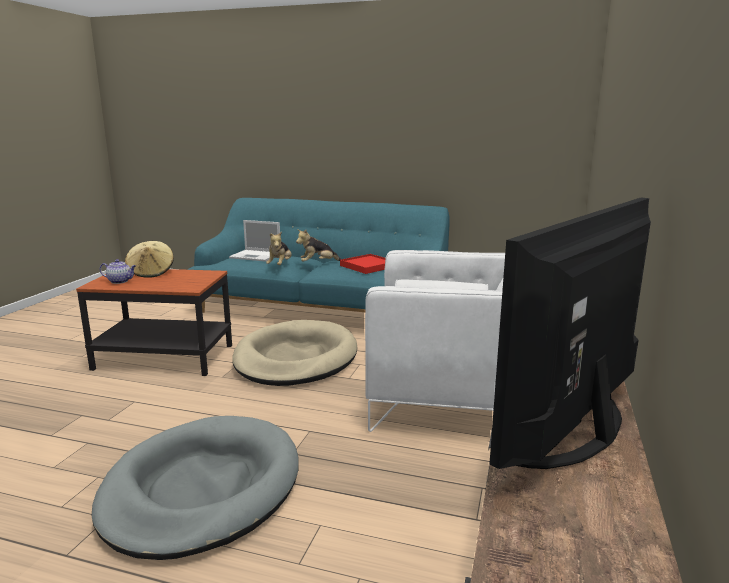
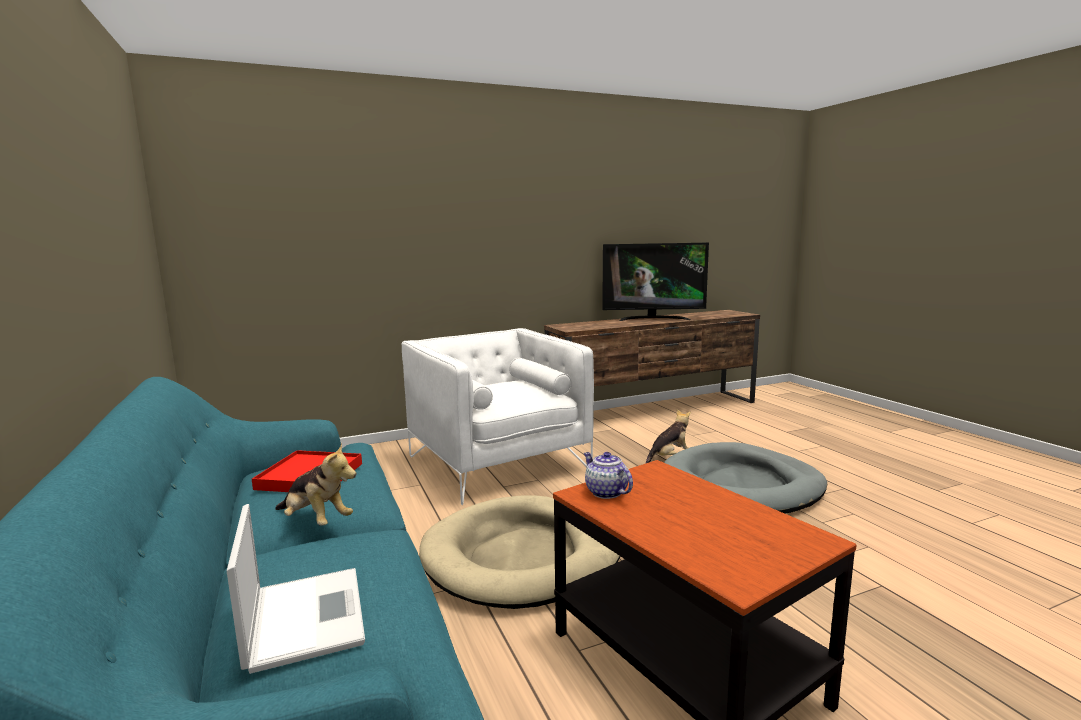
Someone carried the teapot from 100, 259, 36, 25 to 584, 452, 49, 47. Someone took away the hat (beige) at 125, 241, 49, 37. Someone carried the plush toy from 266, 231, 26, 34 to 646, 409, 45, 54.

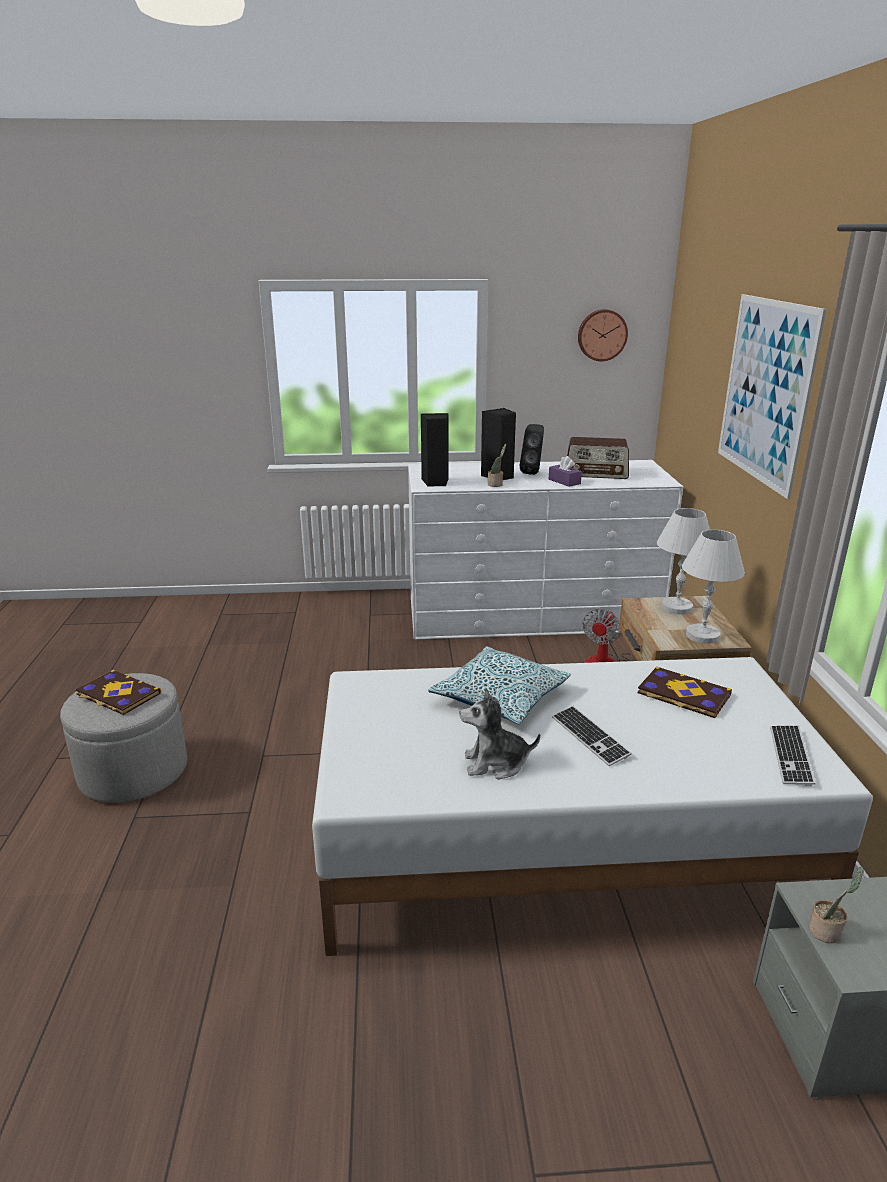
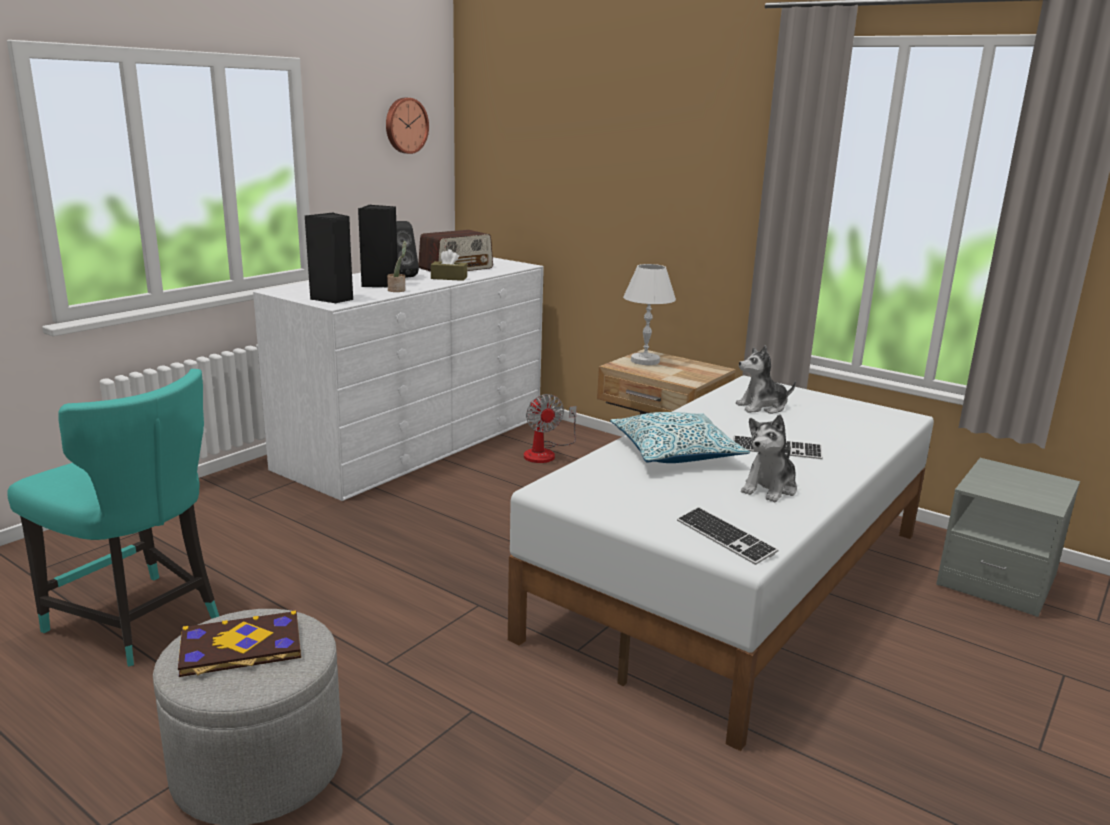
Someone repainted the tissue box (purple) at 549, 456, 33, 31, which became the tissue box (brown) at 431, 249, 36, 32. Someone swapped the book at 637, 666, 95, 52 for the plush toy at 736, 346, 60, 68. Someone took away the table lamp (white) at 682, 529, 63, 115. Someone took away the picture at 718, 294, 108, 205. Someone carried the keyboard from 770, 726, 45, 60 to 677, 507, 102, 58. Someone took away the potted plant at 809, 867, 55, 76. Someone put down the chair (turquoise) at 8, 369, 211, 298.

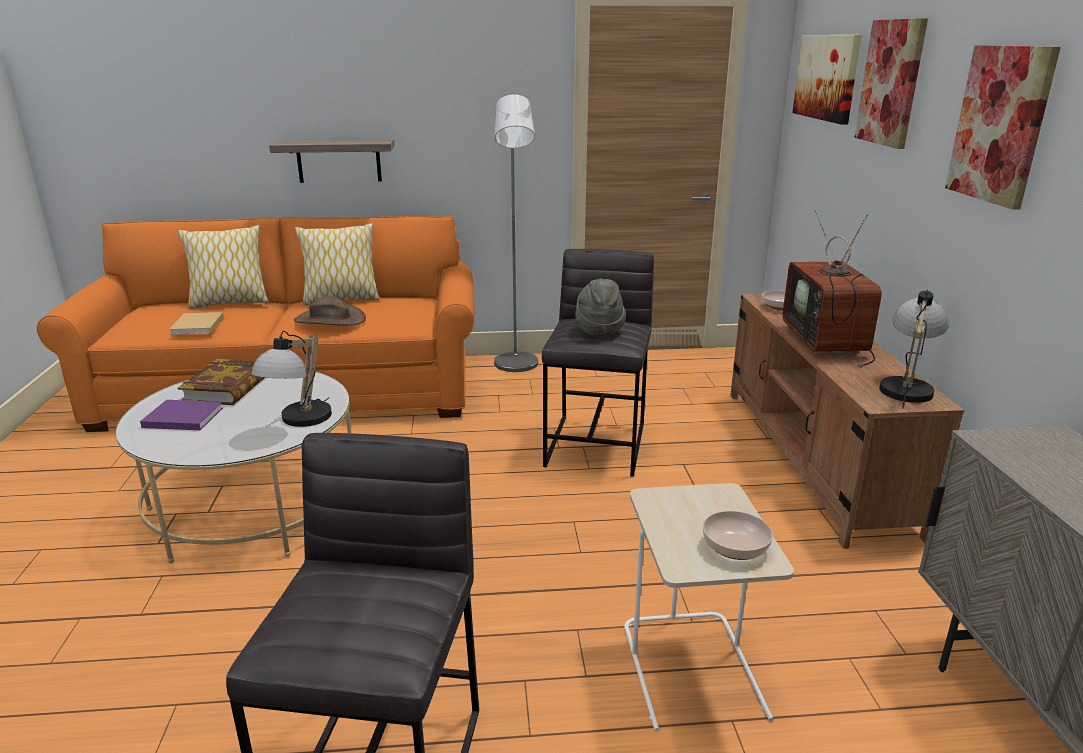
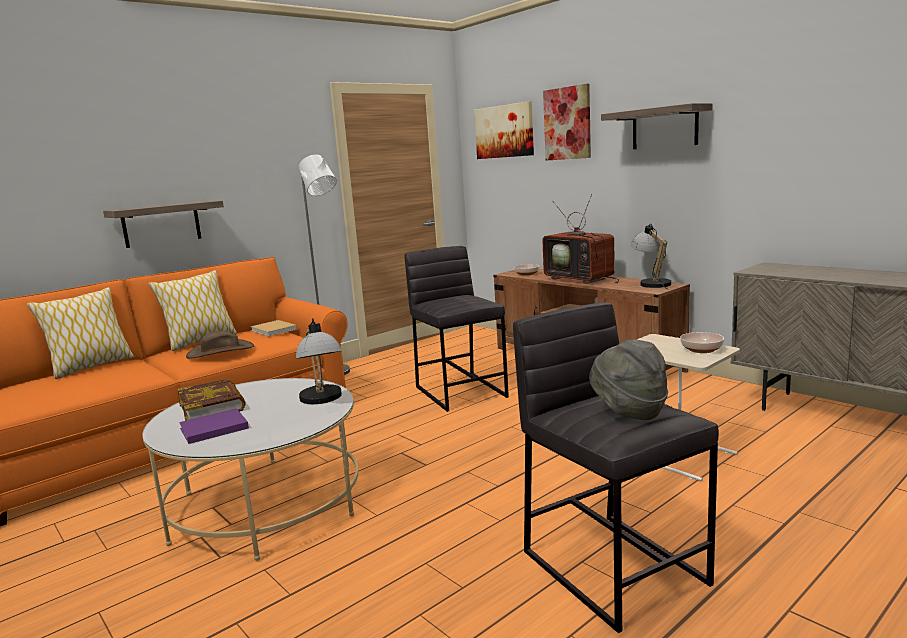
Someone carried the book (beige) from 169, 312, 55, 23 to 250, 320, 47, 17. Someone carried the hat (grey) from 575, 278, 51, 60 to 589, 340, 79, 80. Someone swapped the picture at 945, 45, 116, 165 for the shelf at 601, 103, 112, 46.

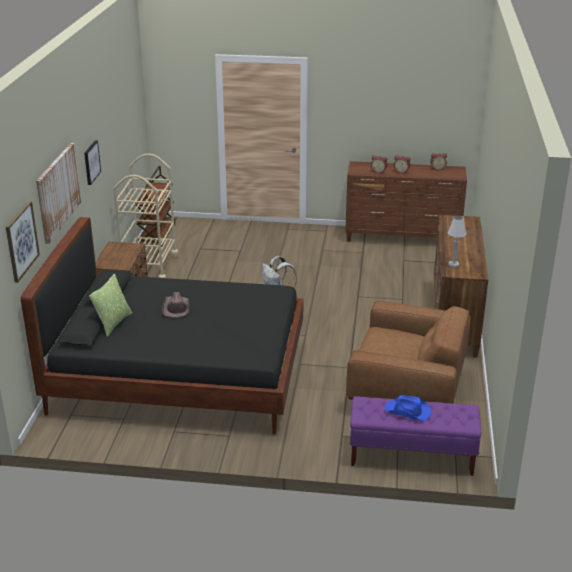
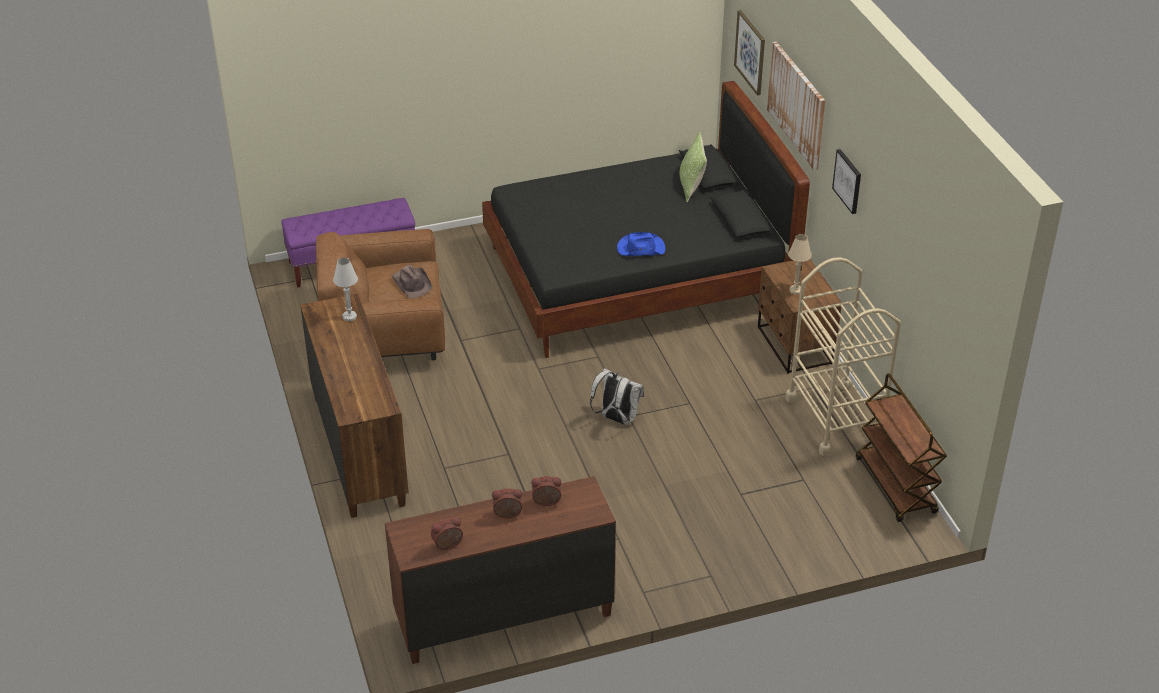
Someone carried the hat (brown) from 162, 292, 27, 25 to 392, 265, 40, 34. Someone carried the hat (blue) from 385, 395, 46, 26 to 617, 232, 48, 24. Someone put down the table lamp (beige) at 788, 234, 23, 61.

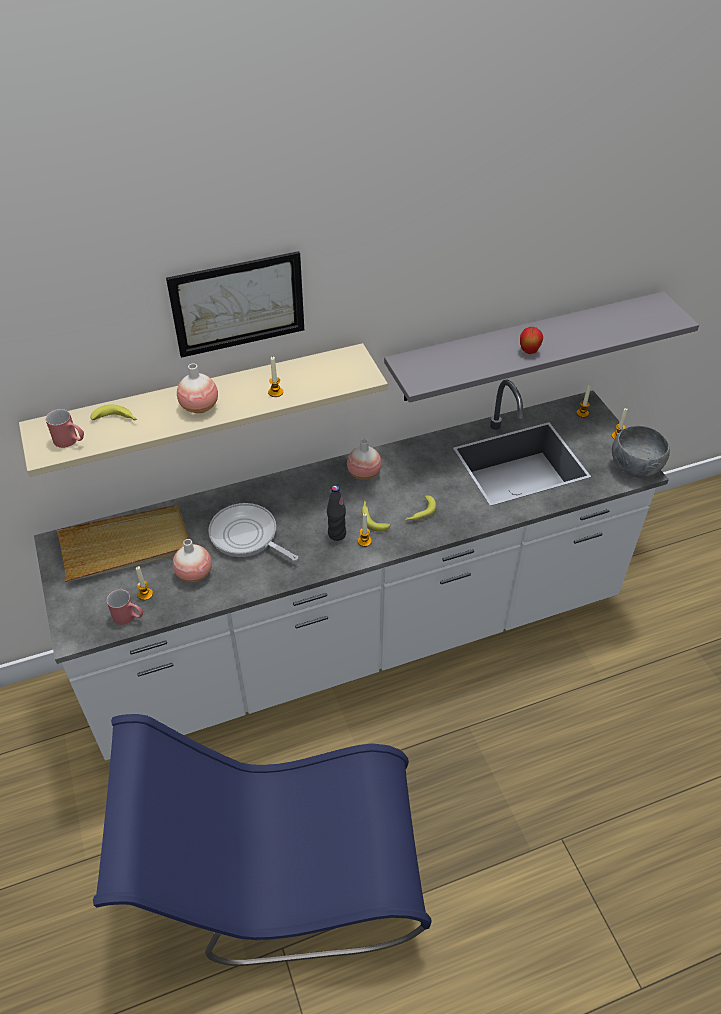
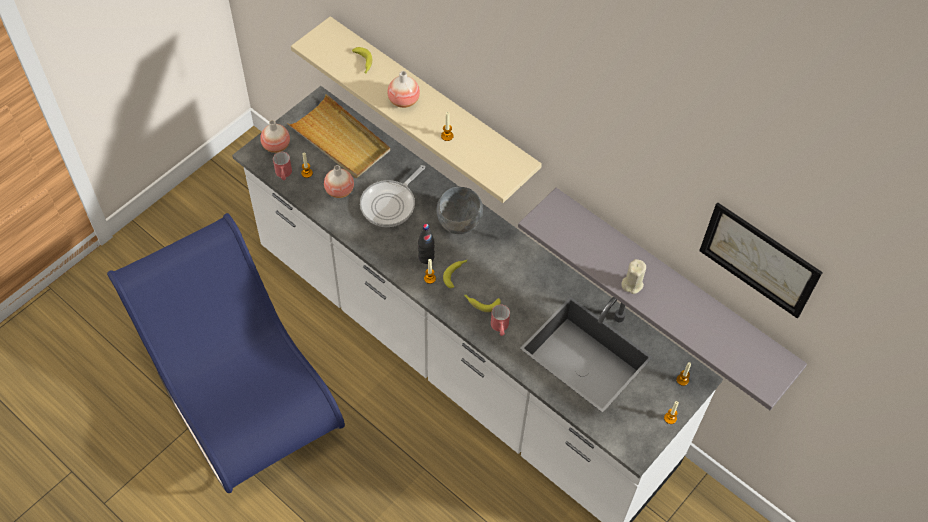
Someone carried the mug (red) from 46, 409, 38, 39 to 491, 304, 19, 32. Someone carried the picture from 166, 251, 138, 107 to 699, 202, 124, 117. Someone rotated the frying pan at 208, 503, 90, 58 by 150 degrees counterclockwise. Someone carried the vase from 347, 439, 35, 41 to 260, 120, 30, 33. Someone swapped the apple at 520, 327, 23, 27 for the candle (beige) at 621, 259, 25, 35. Someone carried the bowl (grey) from 612, 425, 58, 53 to 437, 187, 46, 47.

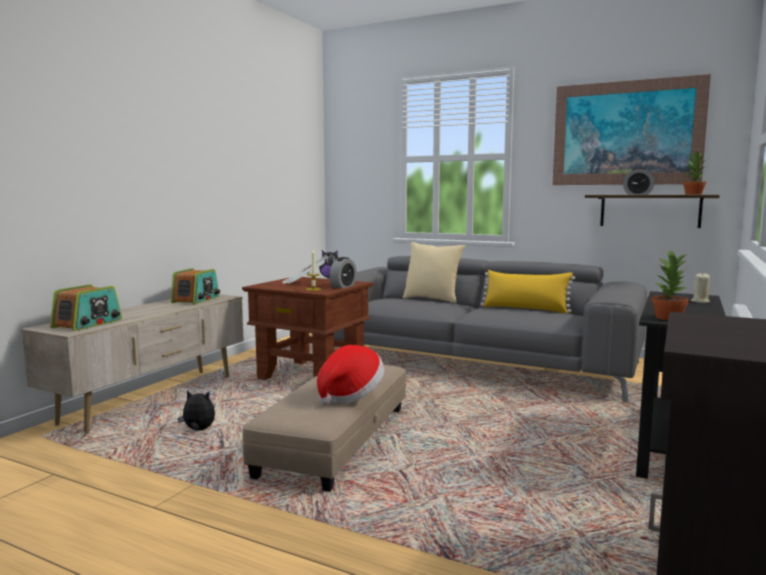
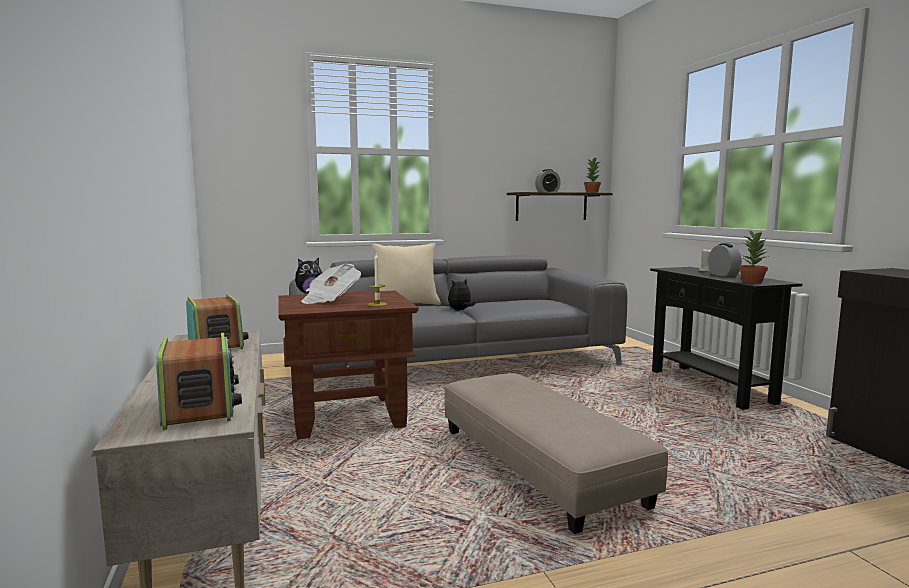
Someone carried the plush toy from 177, 390, 38, 40 to 448, 279, 27, 32. Someone took away the hat at 317, 345, 67, 60. Someone carried the alarm clock from 330, 257, 27, 31 to 708, 243, 34, 34. Someone took away the pillow (yellow) at 481, 270, 94, 44. Someone took away the picture at 552, 74, 159, 111.

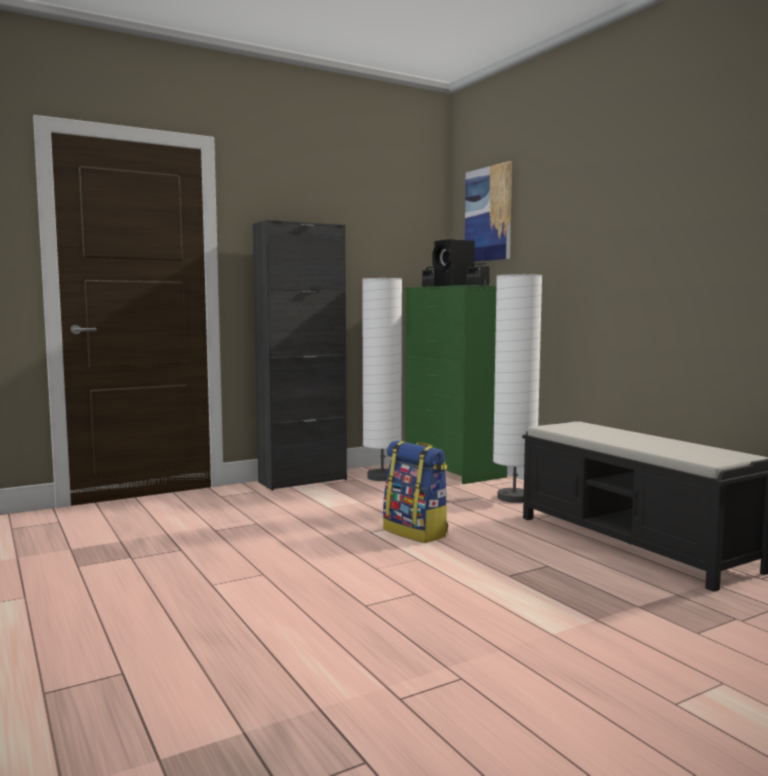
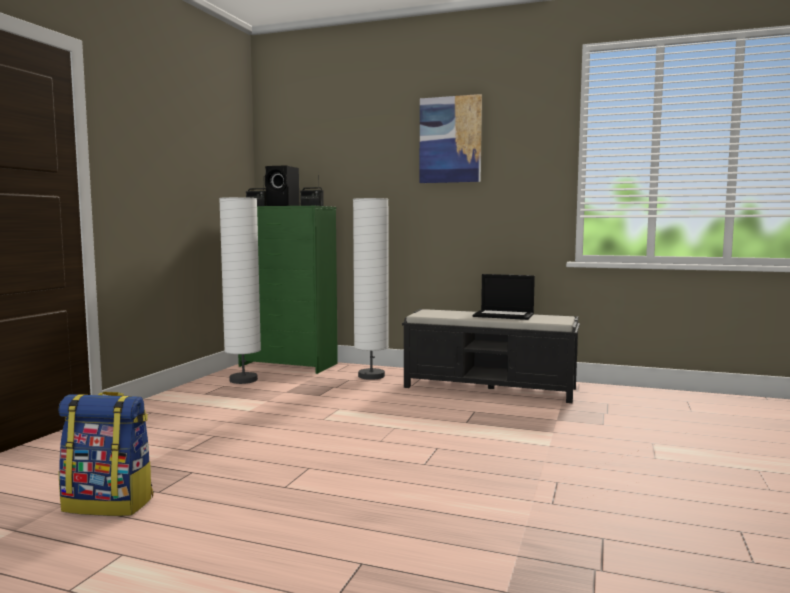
Someone took away the cabinet (black) at 253, 220, 94, 270. Someone carried the backpack from 383, 440, 65, 103 to 59, 392, 94, 124. Someone carried the picture from 465, 161, 47, 101 to 419, 94, 63, 89. Someone put down the laptop at 473, 274, 62, 46.

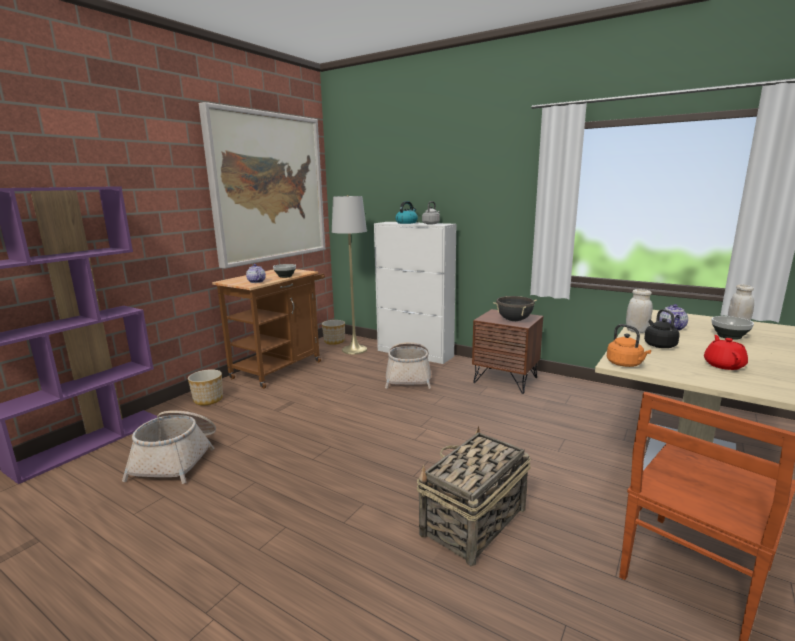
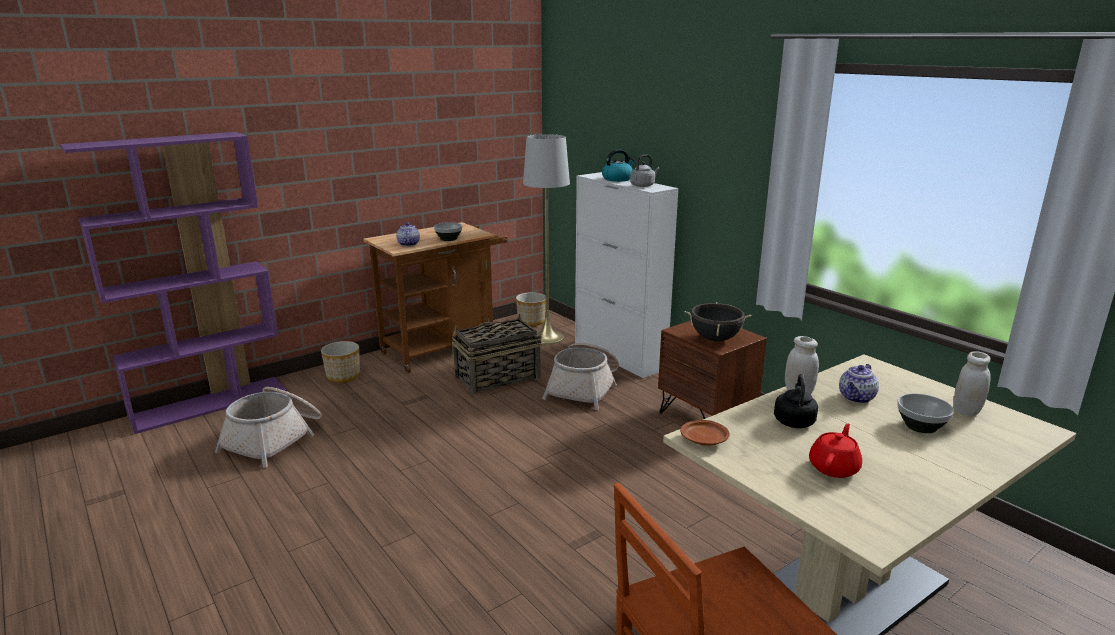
Someone took away the picture at 199, 102, 127, 167. Someone carried the basket from 417, 426, 114, 140 to 451, 313, 91, 82. Someone swapped the kettle (orange) at 607, 324, 44, 43 for the plate (brown) at 680, 420, 50, 26.

